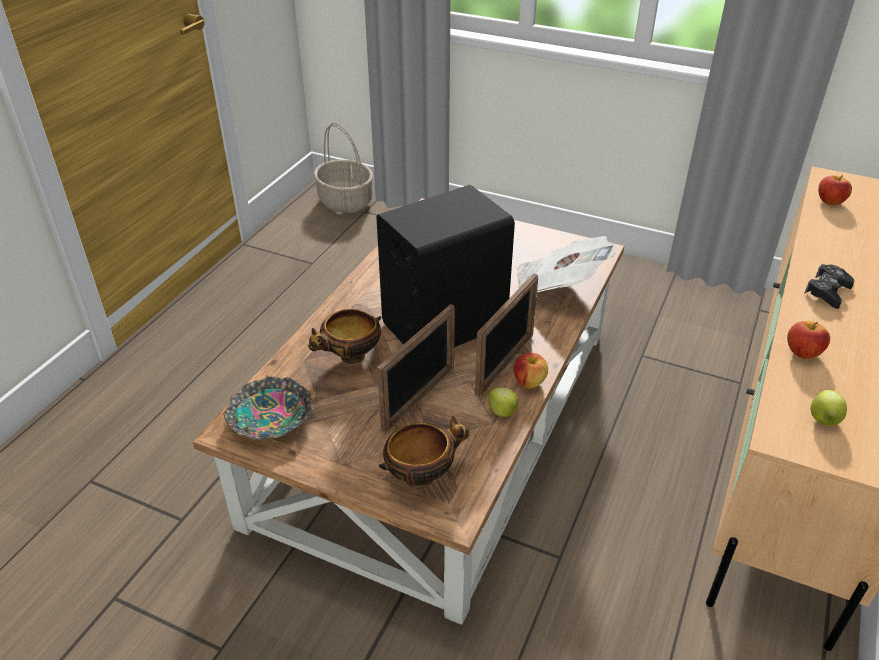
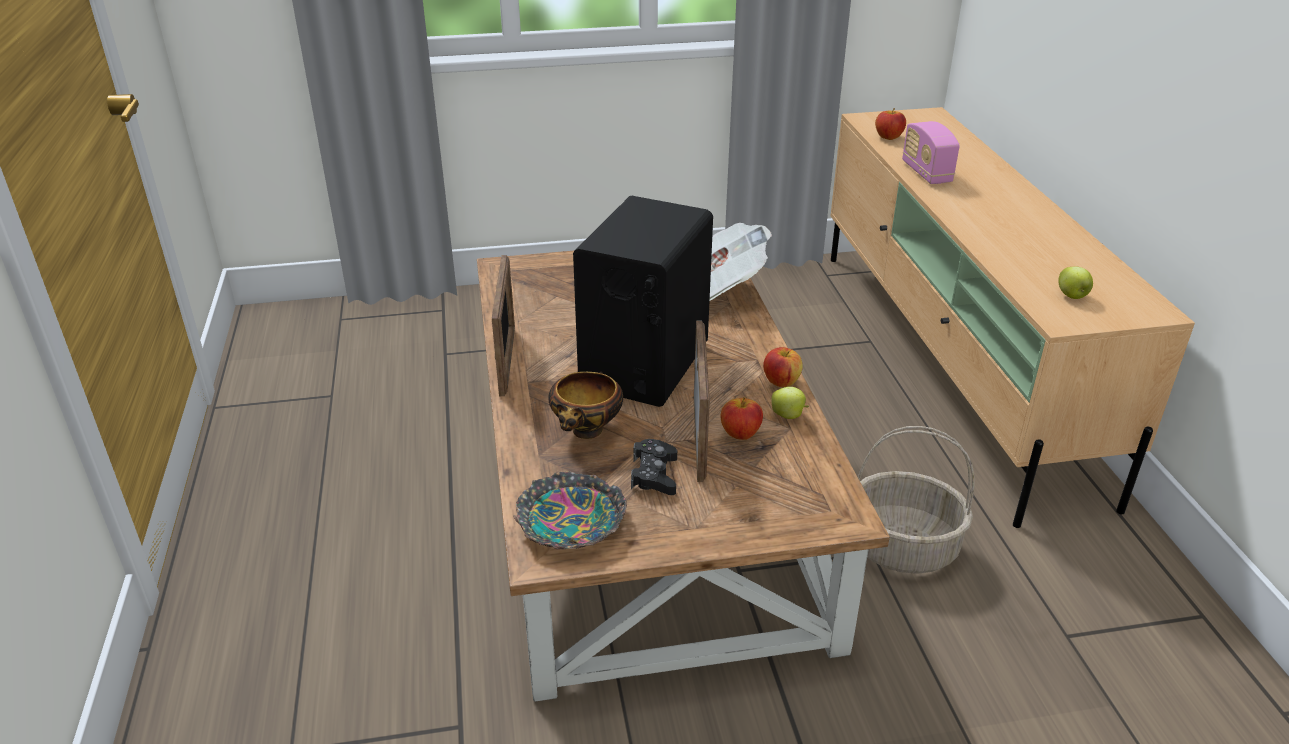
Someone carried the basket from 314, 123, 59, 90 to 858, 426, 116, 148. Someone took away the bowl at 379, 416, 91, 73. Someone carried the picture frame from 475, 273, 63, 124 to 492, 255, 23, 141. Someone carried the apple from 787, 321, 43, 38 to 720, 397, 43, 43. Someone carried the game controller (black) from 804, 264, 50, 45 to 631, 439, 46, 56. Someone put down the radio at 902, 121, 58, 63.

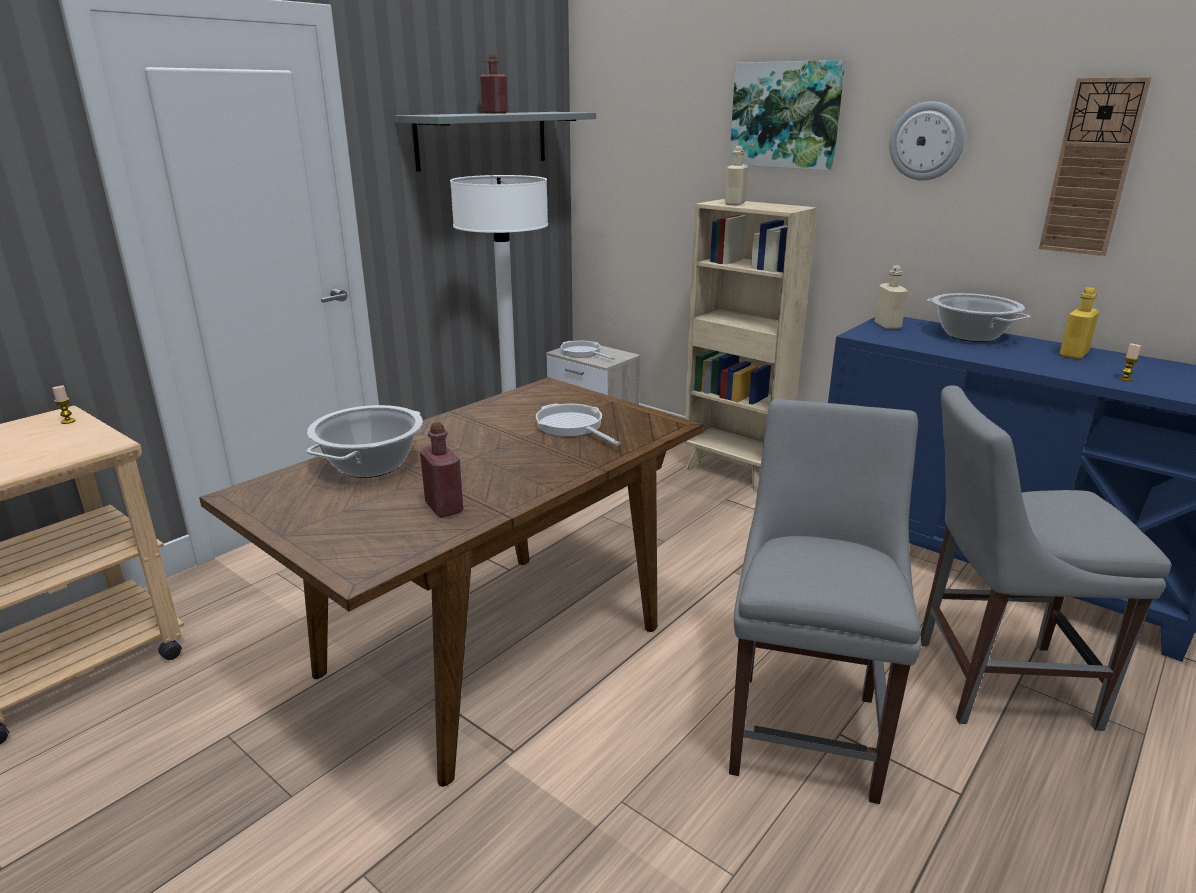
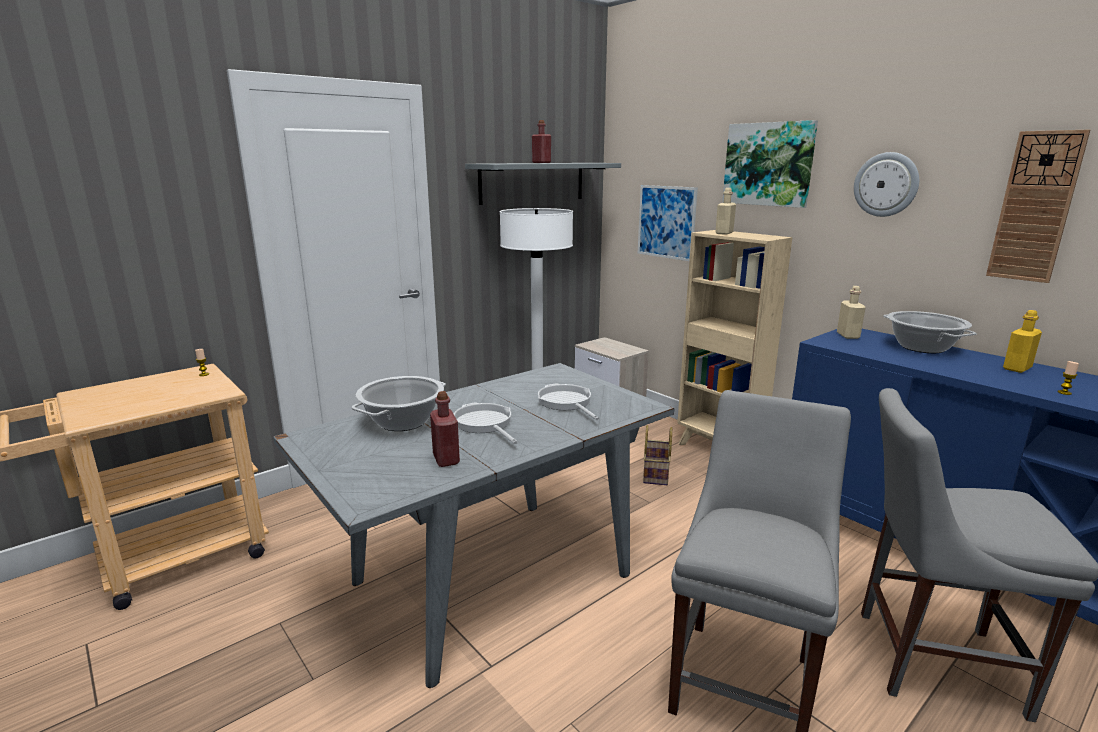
Someone repainted the dining table (brown) at 199, 377, 505, 410, which became the dining table (grey) at 273, 363, 401, 325. Someone carried the frying pan from 561, 341, 54, 19 to 454, 403, 64, 41. Someone put up the picture at 638, 185, 60, 76. Someone put down the basket at 643, 425, 29, 60.

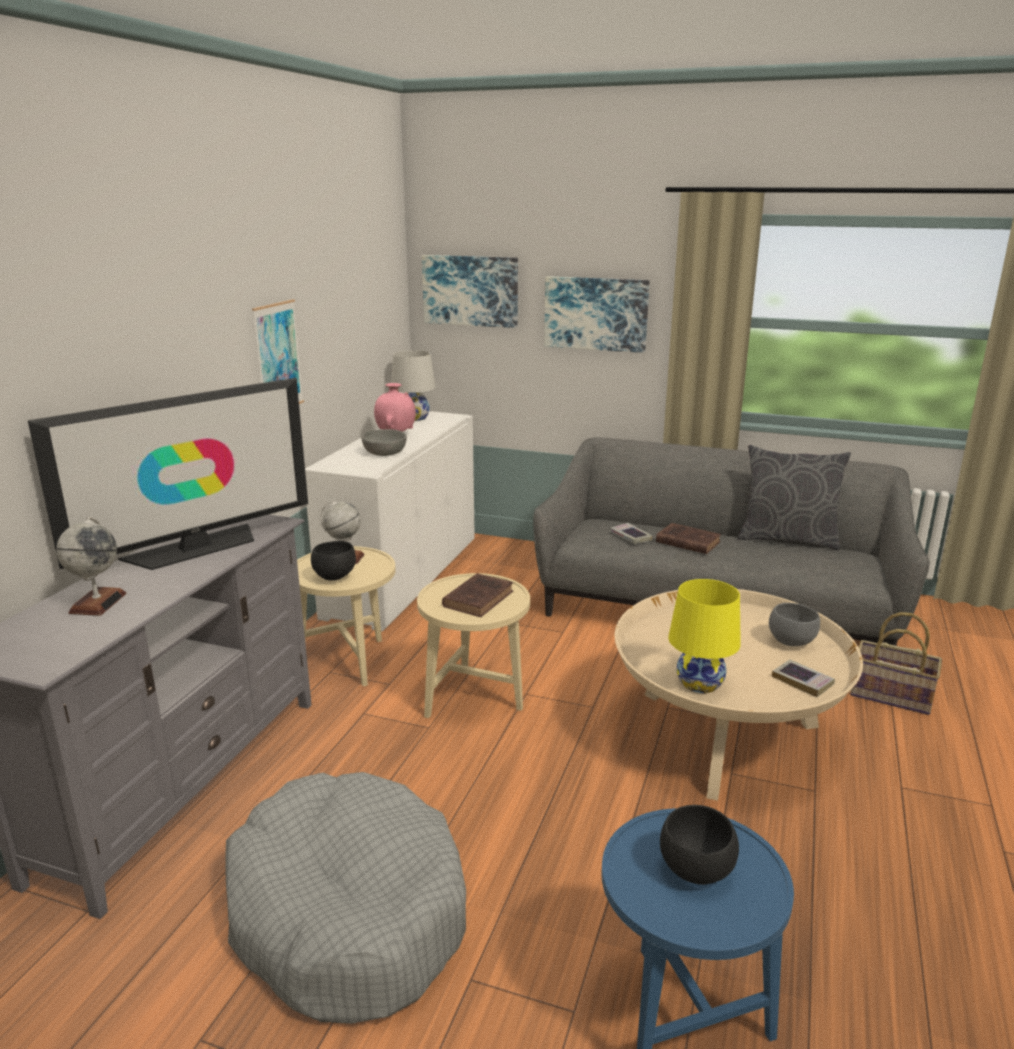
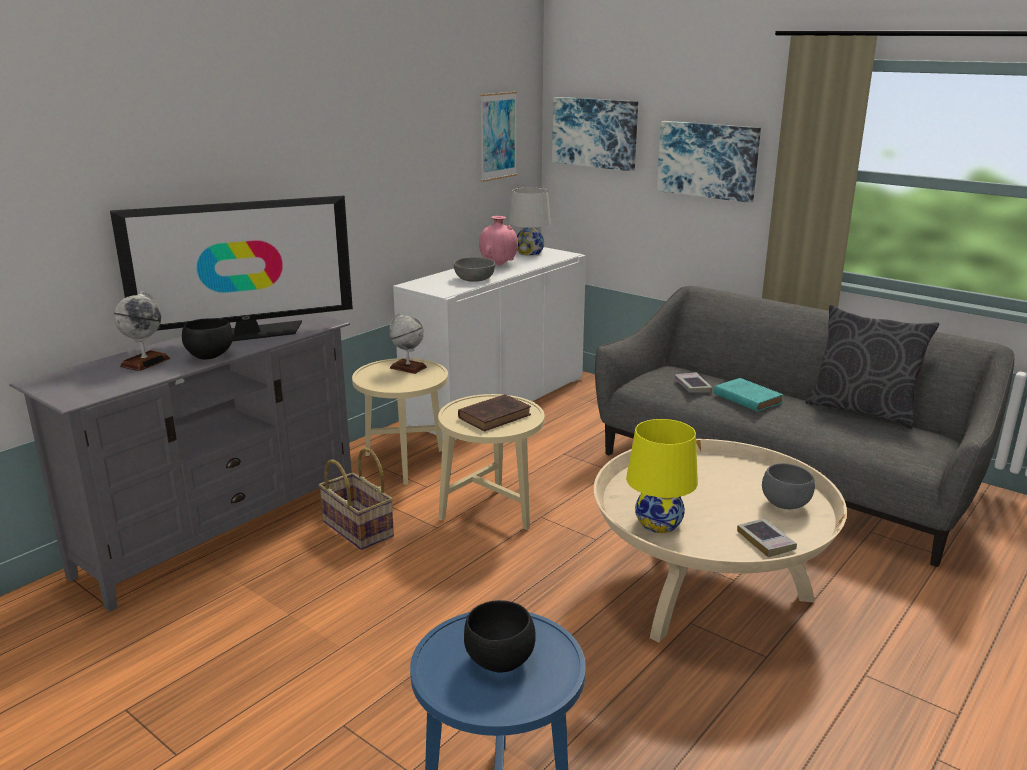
Someone took away the dog bed (grey) at 225, 772, 241, 252. Someone carried the picture from 252, 299, 52, 105 to 480, 92, 37, 90. Someone carried the bowl (black) from 311, 541, 45, 40 to 182, 318, 51, 42. Someone repainted the book (brown) at 656, 523, 65, 31, which became the book (turquoise) at 714, 378, 70, 34. Someone carried the basket from 850, 612, 92, 103 to 318, 448, 76, 102.

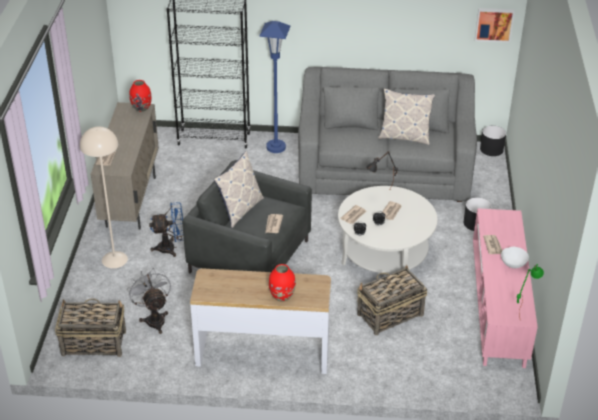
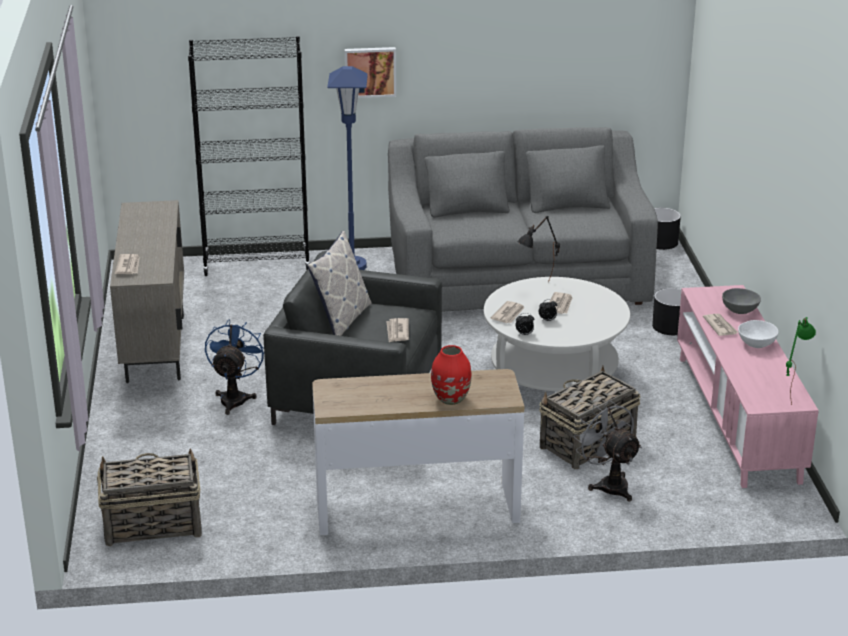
Someone took away the floor lamp (beige) at 80, 127, 48, 141. Someone carried the fan (grey) from 127, 268, 44, 66 to 573, 400, 69, 102. Someone took away the vase (red) at 129, 80, 23, 32. Someone rotated the fan (blue) at 149, 202, 35, 55 by 60 degrees counterclockwise. Someone took away the pillow at 378, 88, 57, 57. Someone carried the picture from 475, 8, 40, 35 to 345, 47, 51, 51. Someone put down the bowl (grey) at 722, 288, 39, 26.

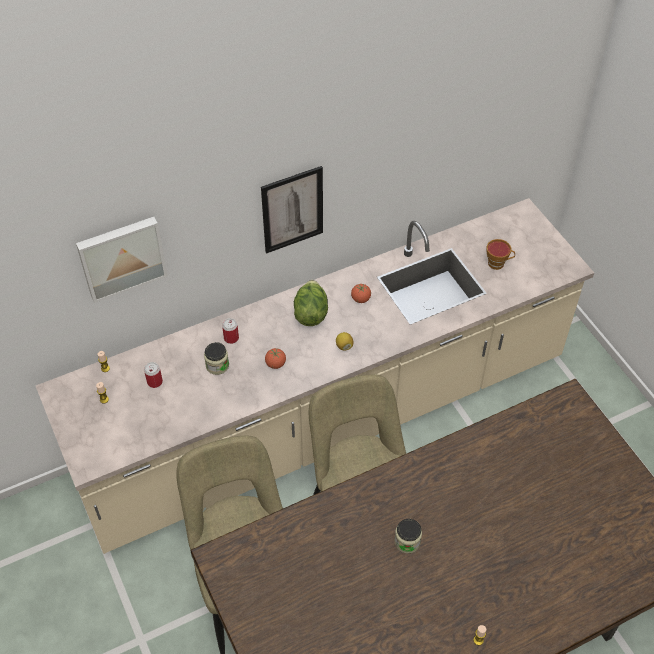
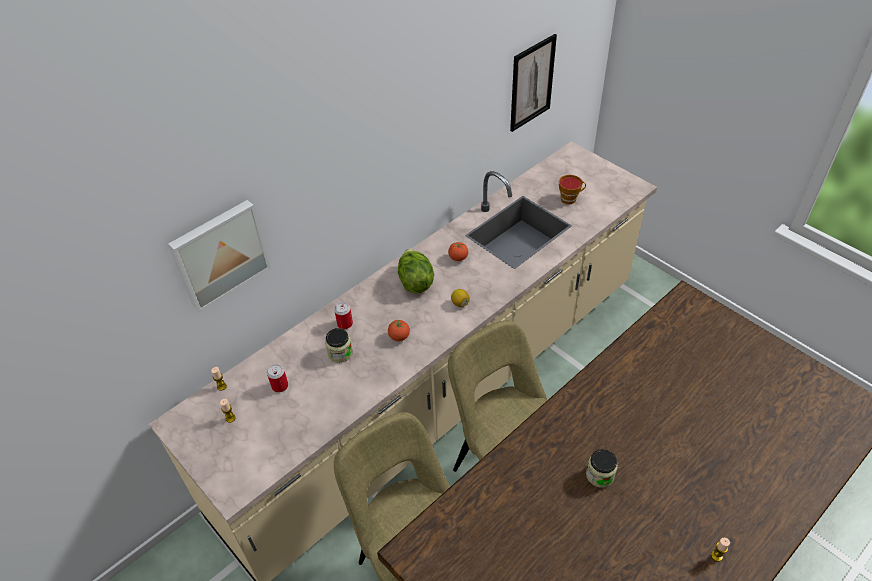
Someone carried the picture from 261, 166, 62, 87 to 510, 34, 47, 98.

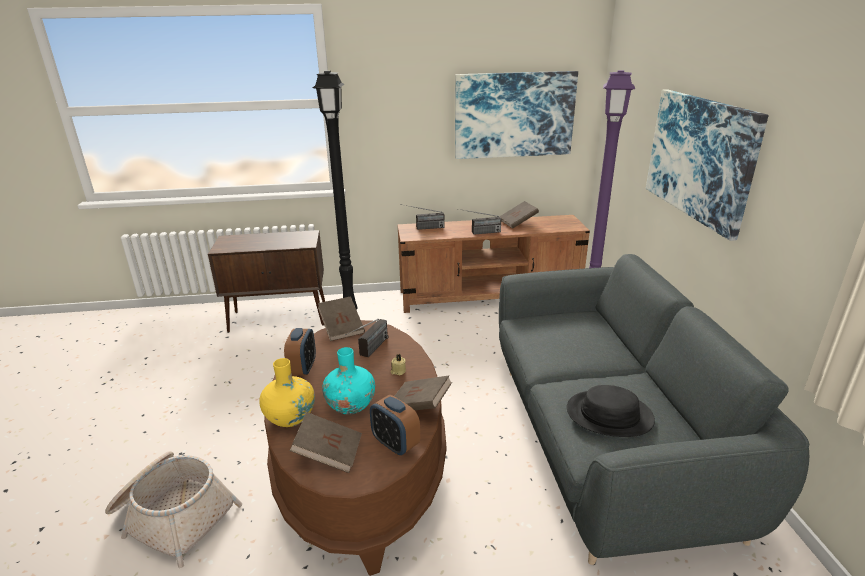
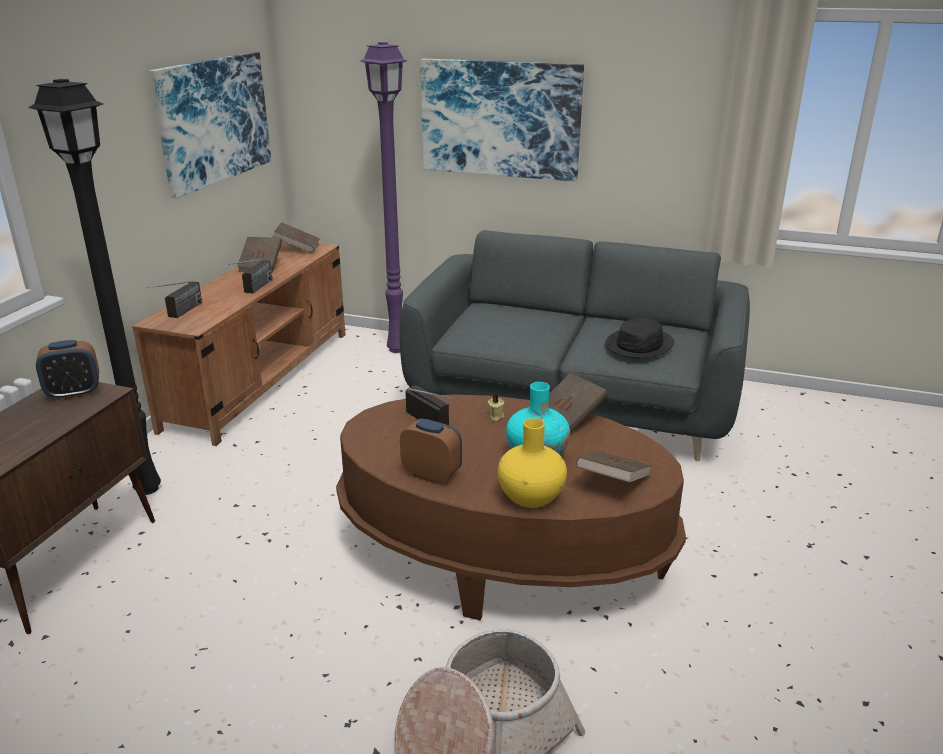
Someone carried the book (brown) from 318, 297, 47, 44 to 273, 222, 47, 31. Someone carried the alarm clock from 370, 395, 50, 61 to 36, 340, 63, 60.

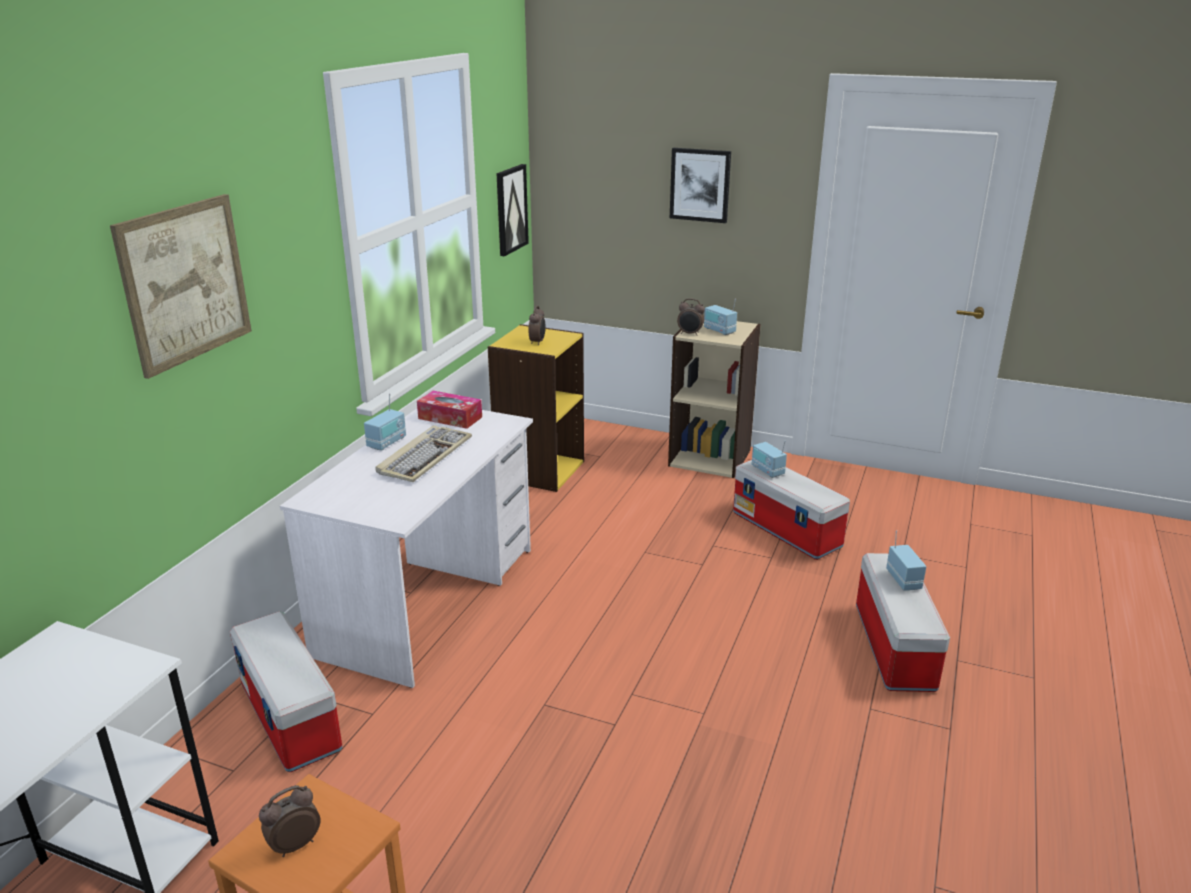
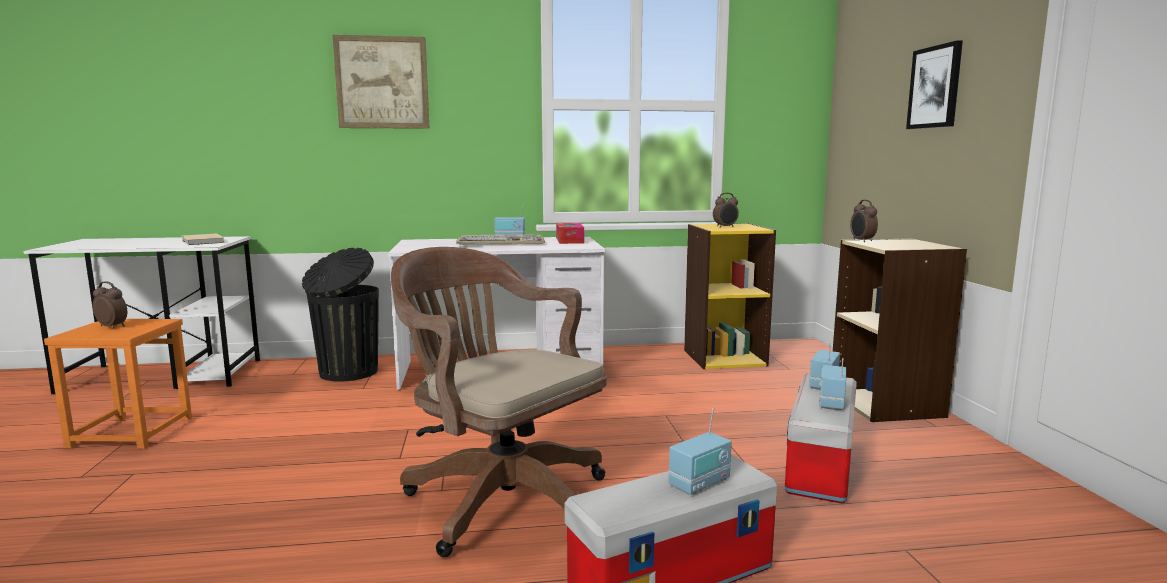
Someone swapped the storage box at 230, 611, 112, 161 for the trash can (black) at 302, 248, 77, 134. Someone took away the picture at 496, 164, 33, 92. Someone carried the radio from 704, 298, 33, 37 to 819, 358, 27, 52. Someone put down the book (beige) at 182, 234, 42, 11. Someone put down the office chair (brown) at 391, 247, 216, 310.

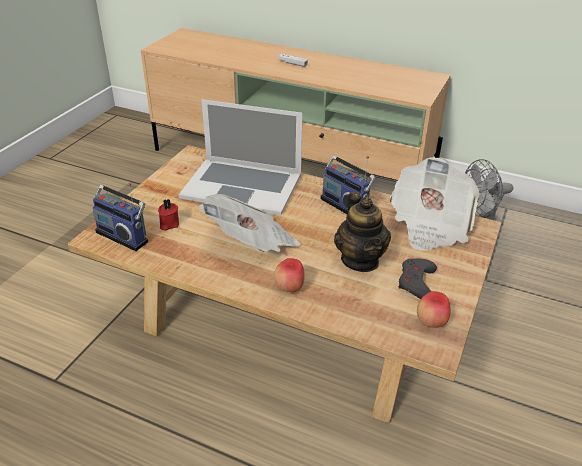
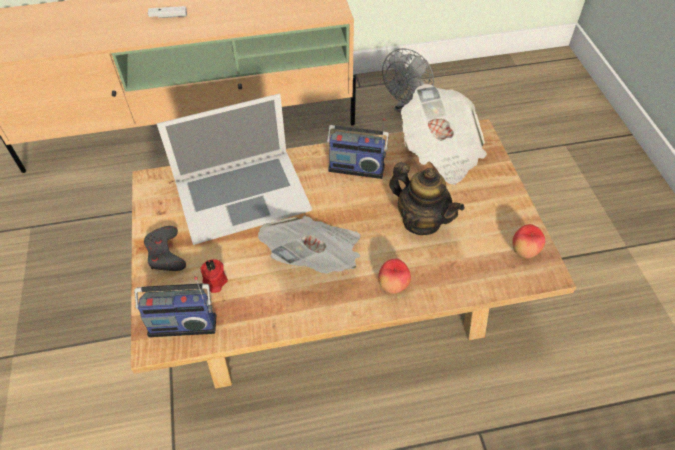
Someone carried the game controller (grey) from 399, 258, 38, 41 to 144, 226, 42, 45.

